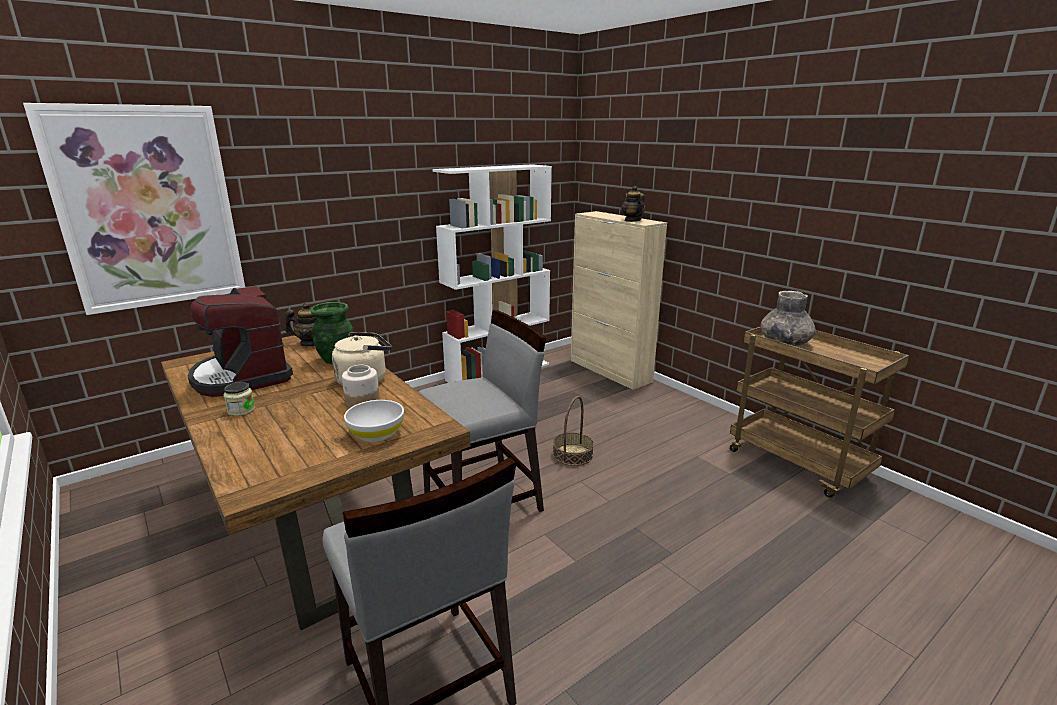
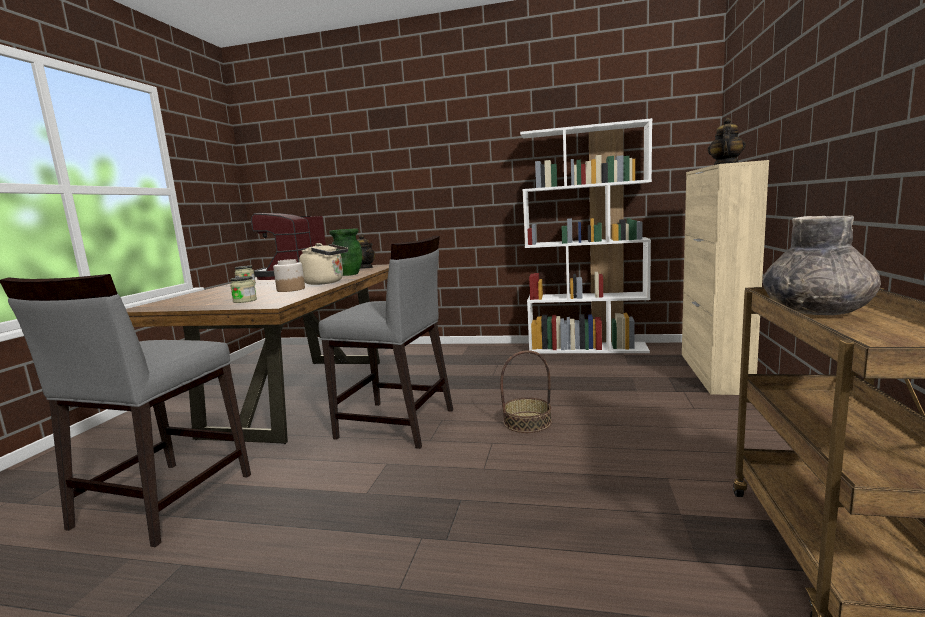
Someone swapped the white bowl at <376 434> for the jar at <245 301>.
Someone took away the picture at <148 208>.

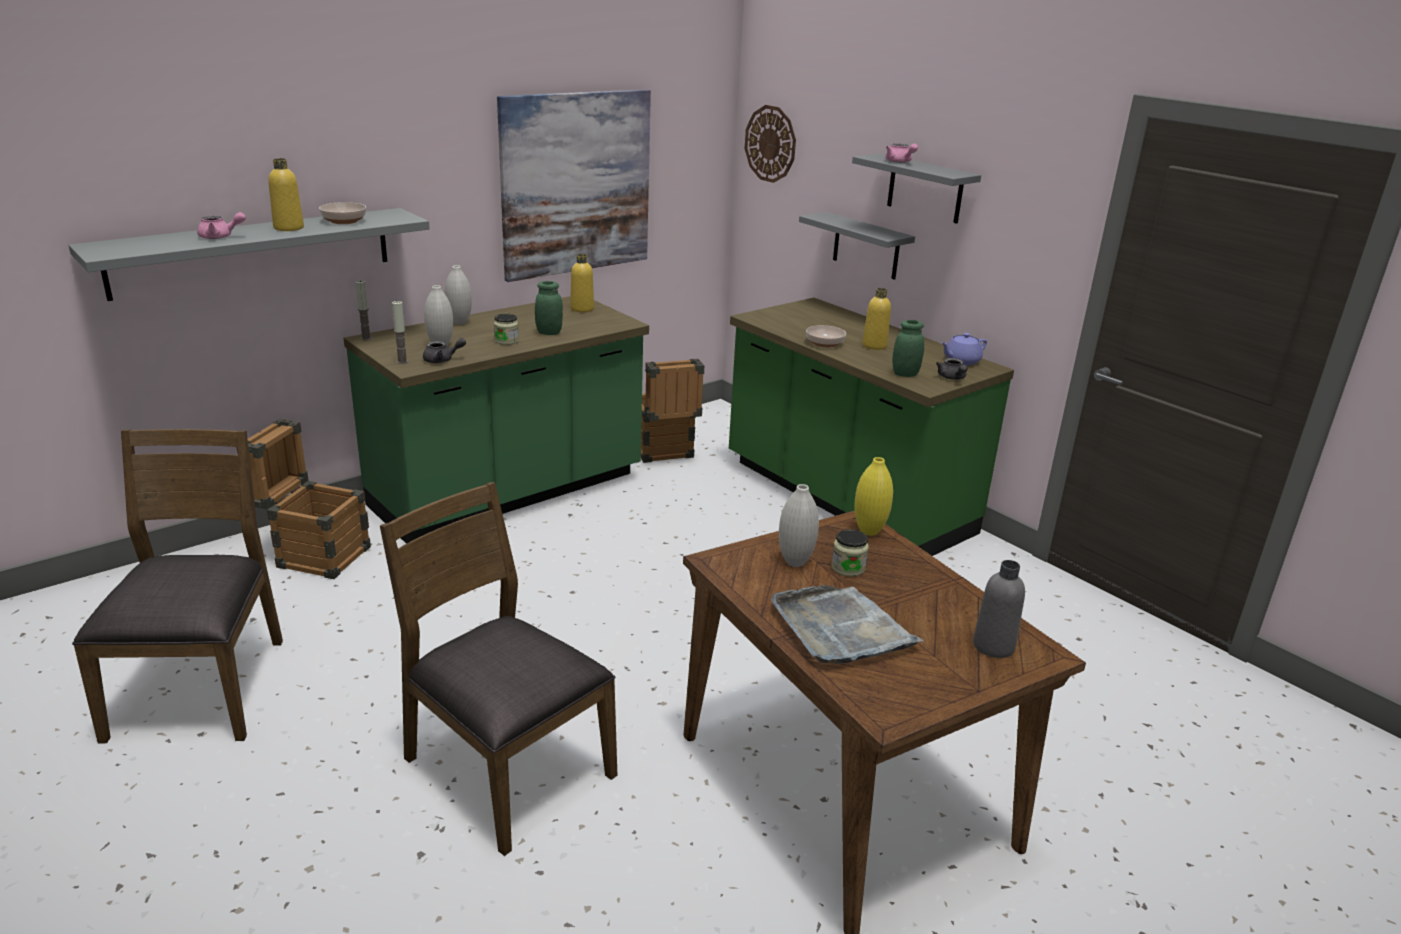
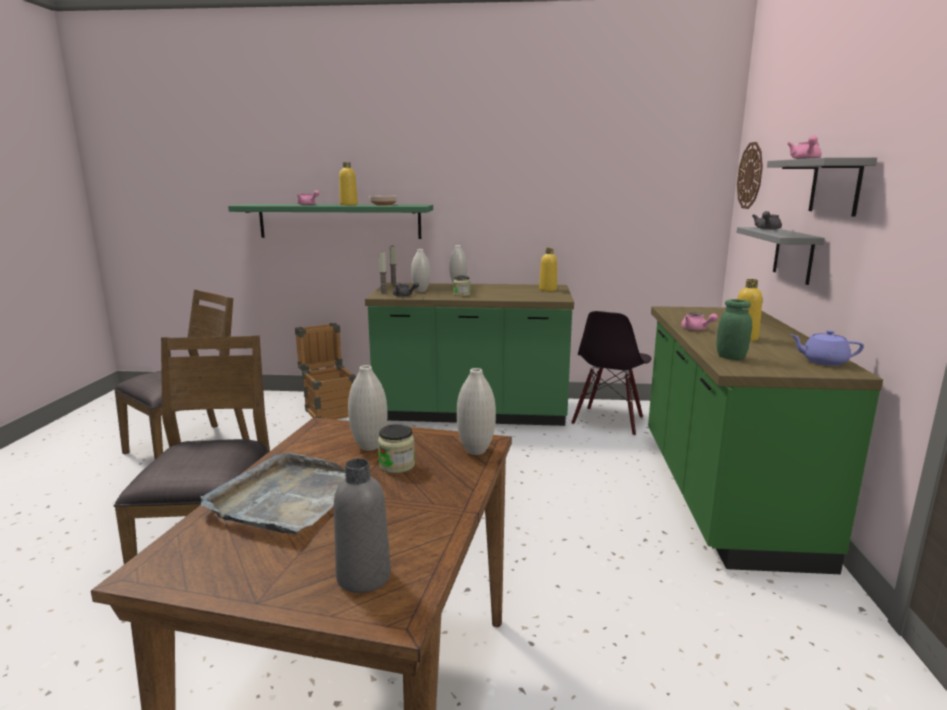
Someone repainted the grey shelf at <253 252>, which became the green shelf at <339 221>.
Someone repainted the yellow vase at <869 531>, which became the white vase at <476 451>.
Someone swapped the crate at <663 453> for the black chair at <608 421>.
Someone swapped the bowl at <825 343> for the pink teapot at <696 329>.
Someone carried the grey teapot from <952 378> to <766 229>.
Someone took away the picture at <576 183>.
Someone took away the green jar at <549 333>.

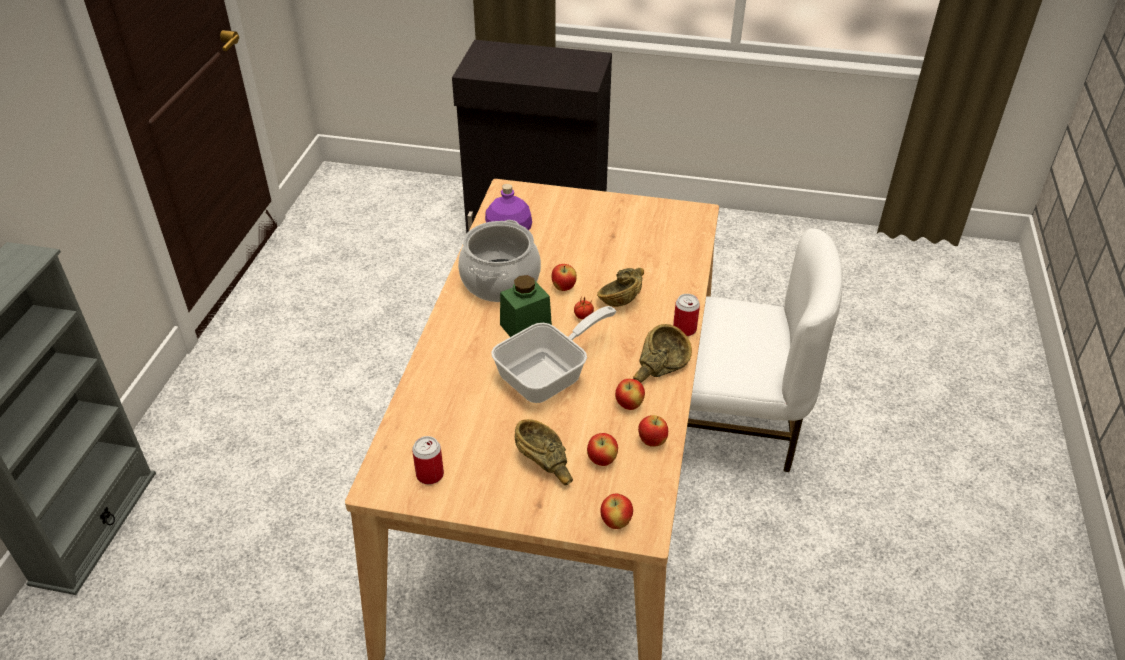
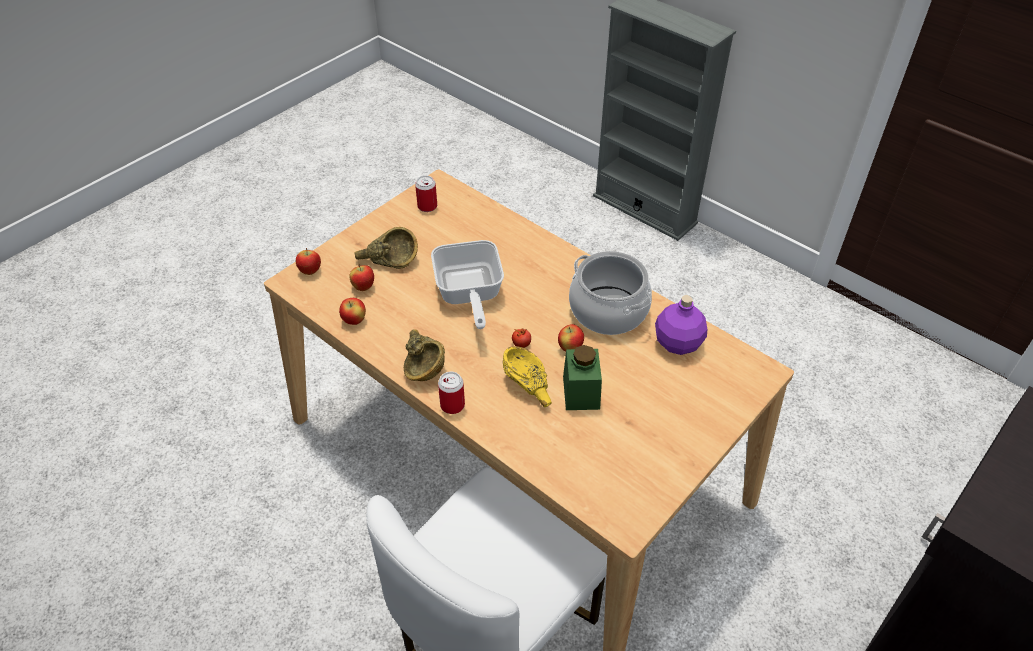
Someone repainted the brown bowl at <623 294>, which became the yellow bowl at <531 385>.
Someone carried the green jar from <525 326> to <581 392>.
Someone took away the apple at <629 405>.

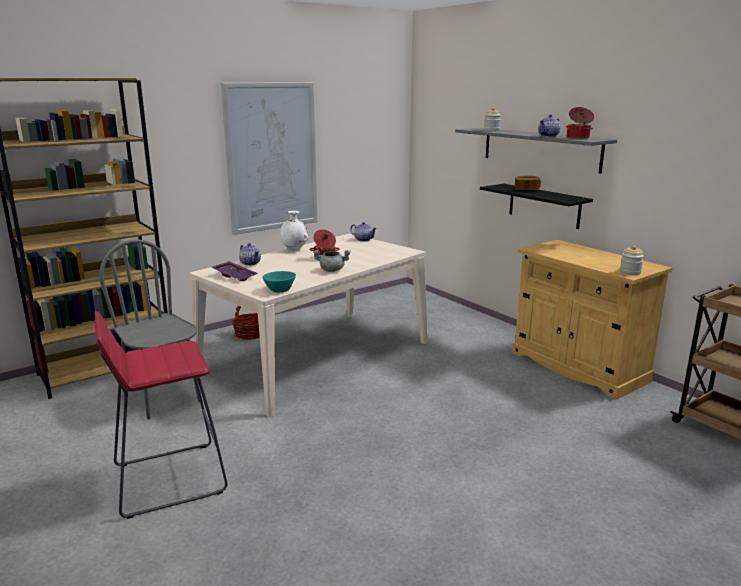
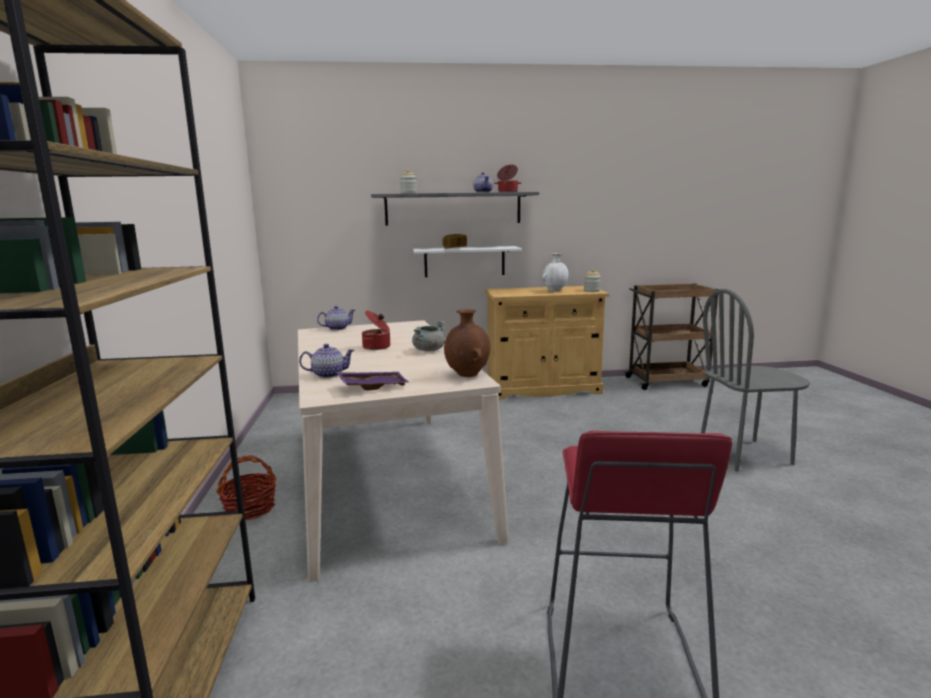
Someone repainted the black shelf at <544 206>, which became the white shelf at <464 261>.
Someone swapped the turquoise bowl at <279 290> for the brown vase at <467 375>.
Someone carried the white vase from <294 250> to <554 291>.
Someone carried the grey chair from <163 398> to <745 454>.
Someone took away the picture at <271 157>.

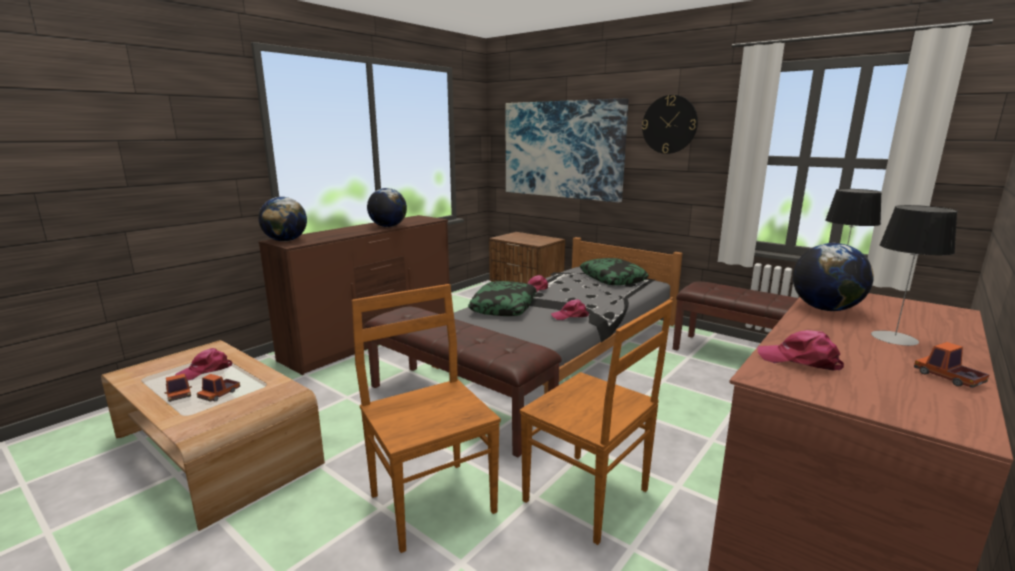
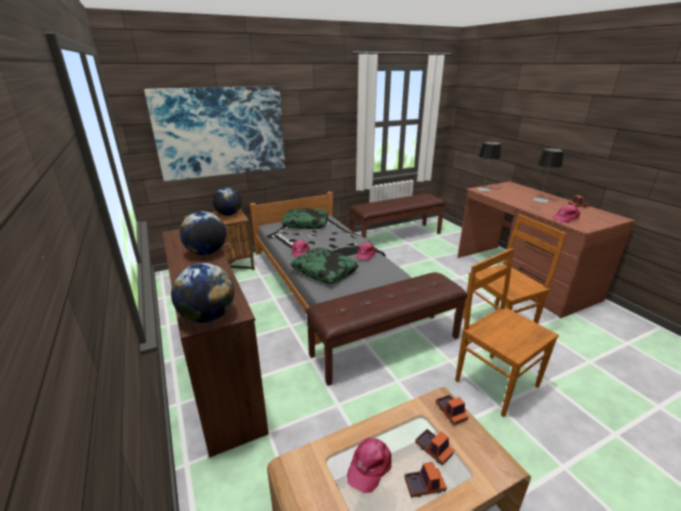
Someone carried the globe from <825 309> to <229 214>.
Someone rotated the pink cap at <206 370> by 45 degrees clockwise.
Someone put down the toy truck at <451 412>.
Someone rotated the brown chair at <431 501> by 60 degrees clockwise.
Someone took away the wall clock at <669 124>.

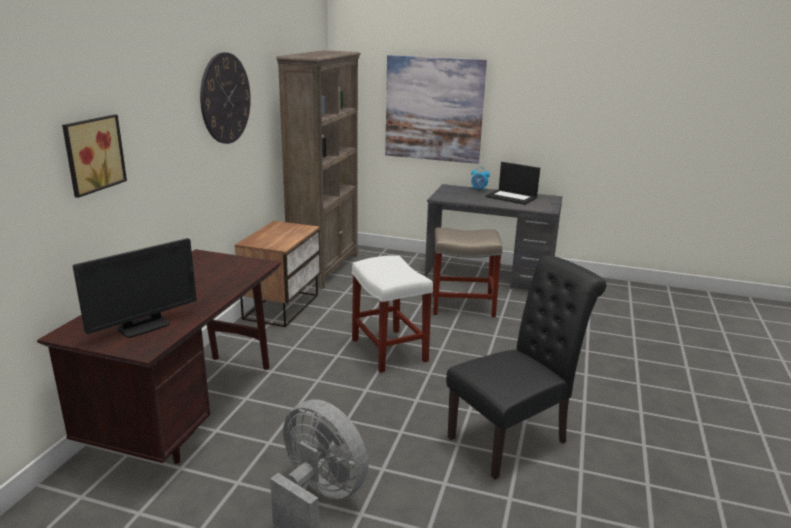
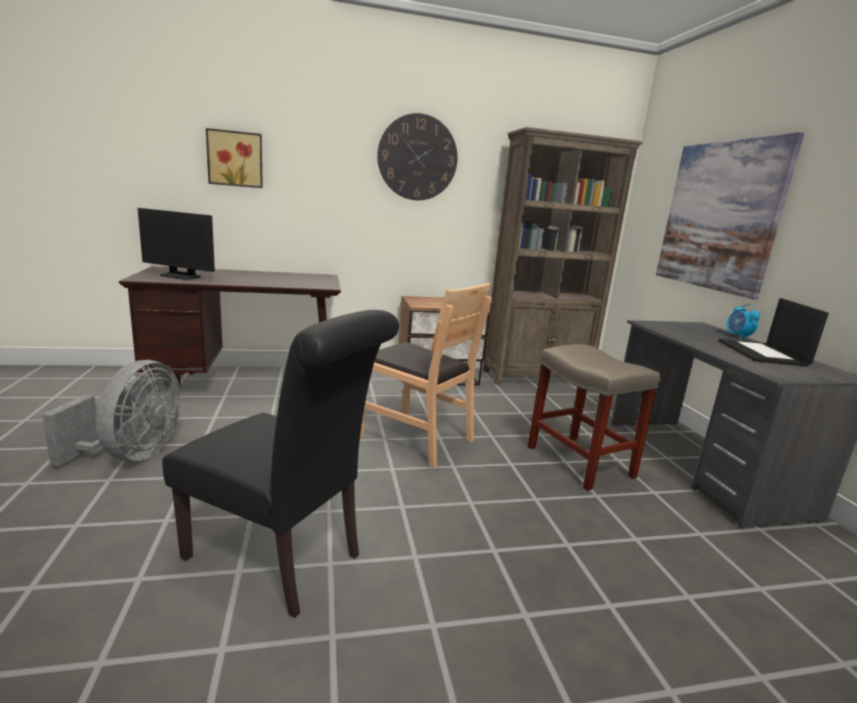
Someone swapped the white stool at <390 351> for the brown chair at <415 437>.

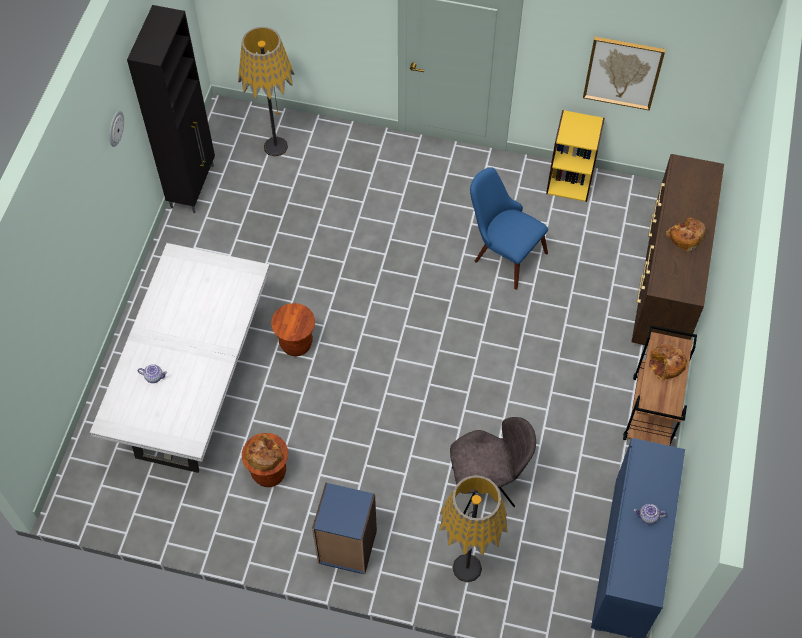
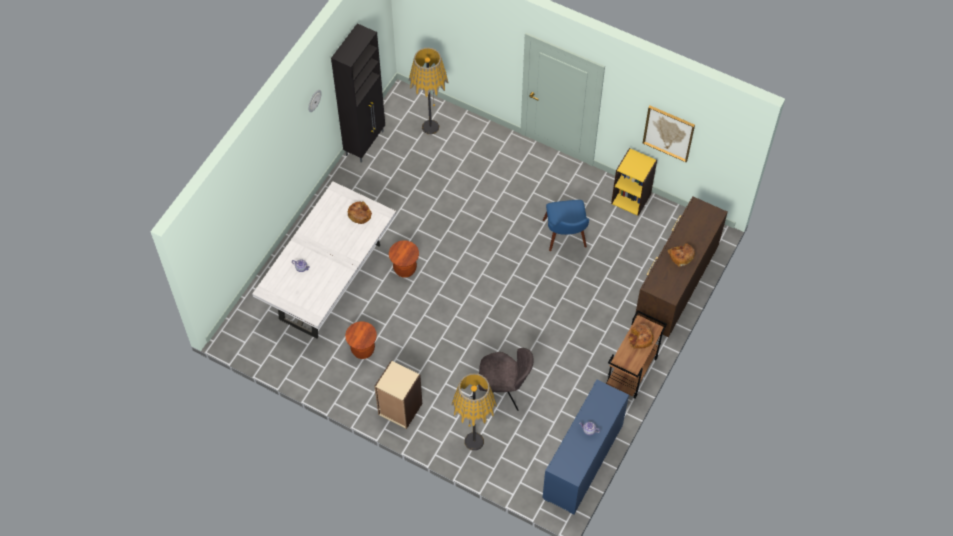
Someone carried the bread from <264 455> to <360 214>.
Someone repainted the blue bookcase at <347 547>, which became the beige bookcase at <400 409>.
Someone rotated the blue chair at <502 252> by 150 degrees counterclockwise.

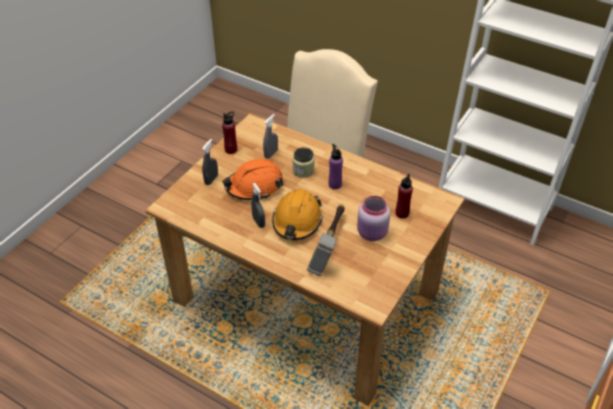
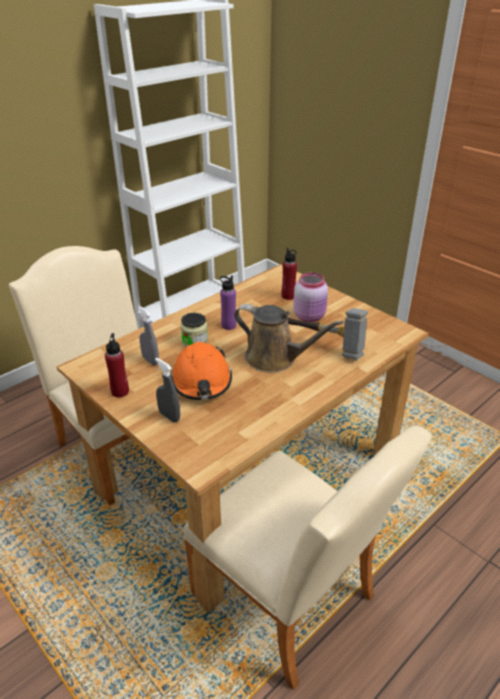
Someone put down the beige chair at <291 603>.
Someone swapped the orange hard hat at <297 221> for the brown watering can at <275 359>.
Someone took away the grey spray bottle at <258 222>.

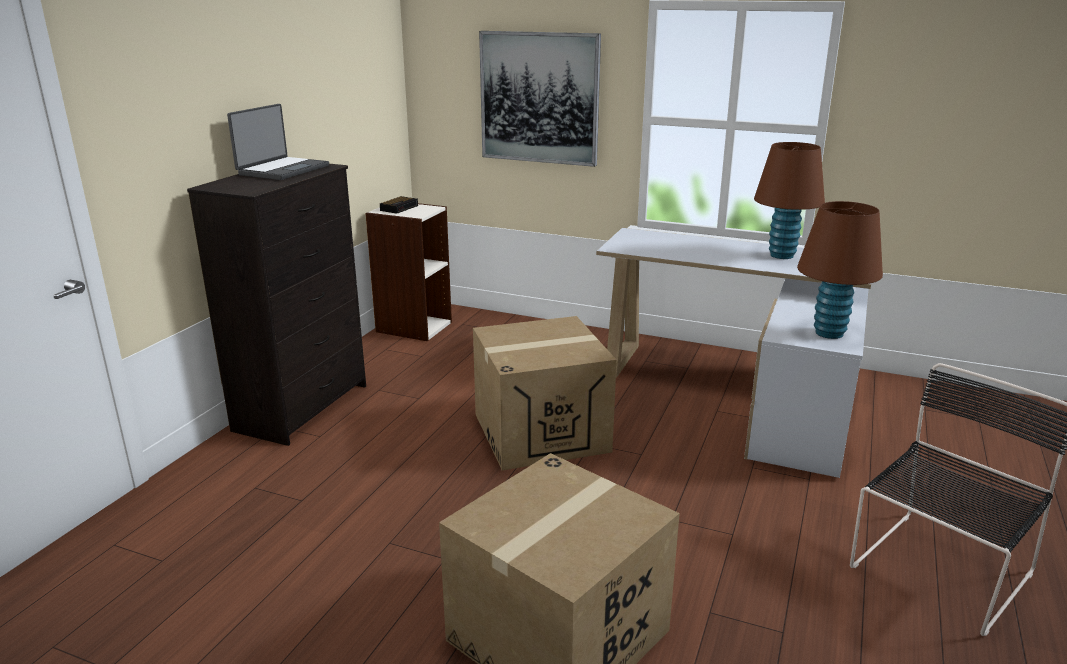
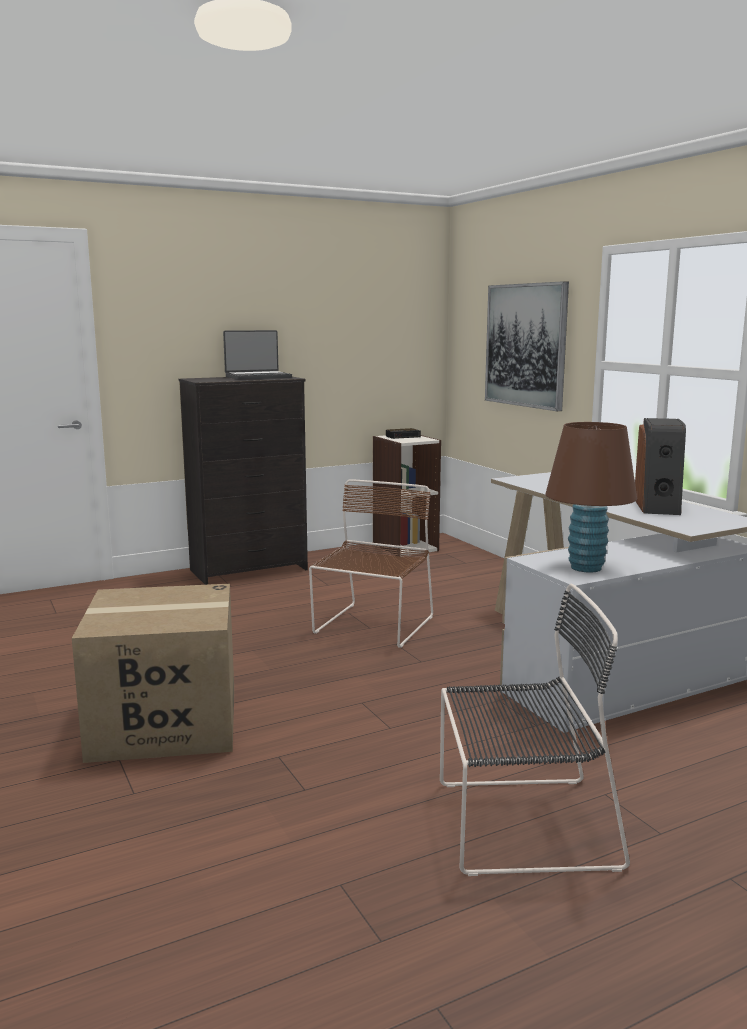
Someone swapped the cardboard box at <541 432> for the brown chair at <372 626>.
Someone swapped the brown table lamp at <781 255> for the speaker at <658 506>.

